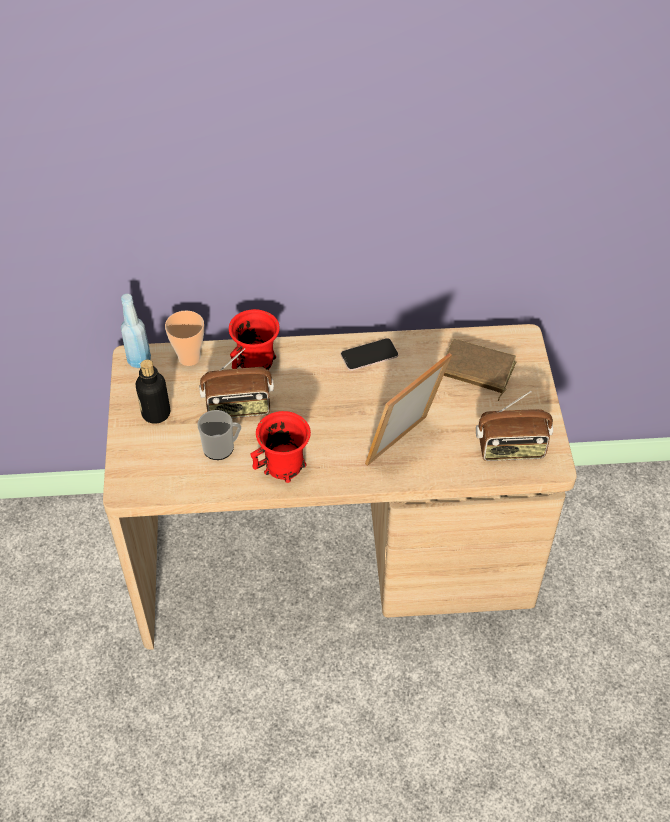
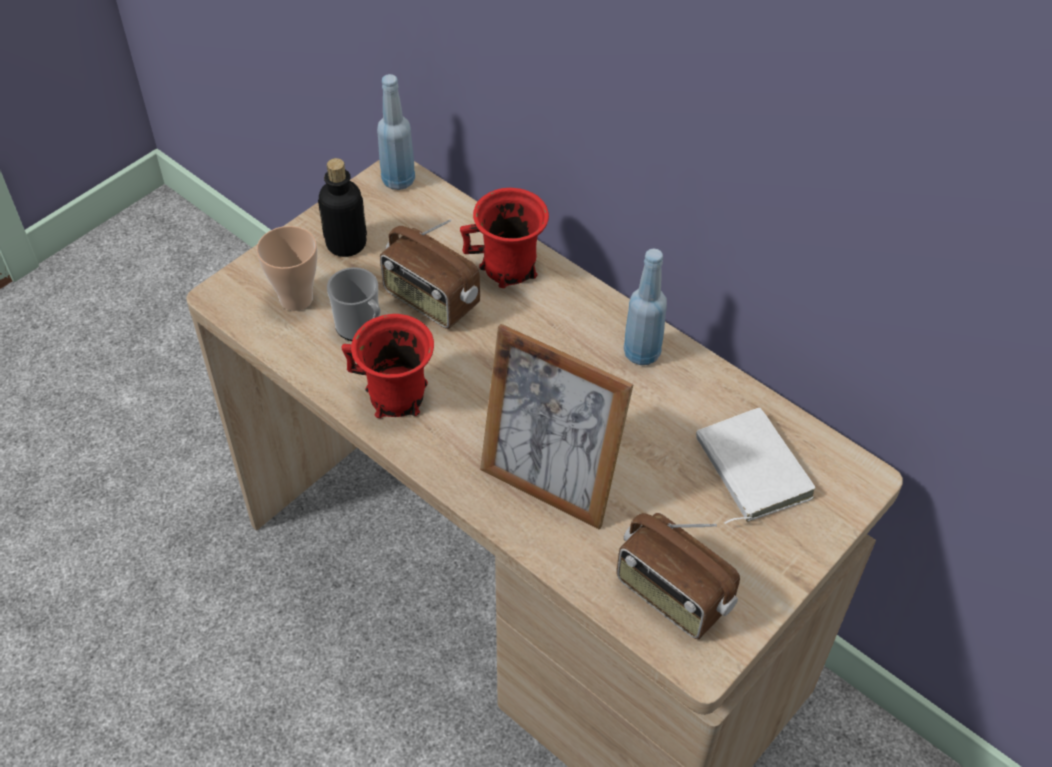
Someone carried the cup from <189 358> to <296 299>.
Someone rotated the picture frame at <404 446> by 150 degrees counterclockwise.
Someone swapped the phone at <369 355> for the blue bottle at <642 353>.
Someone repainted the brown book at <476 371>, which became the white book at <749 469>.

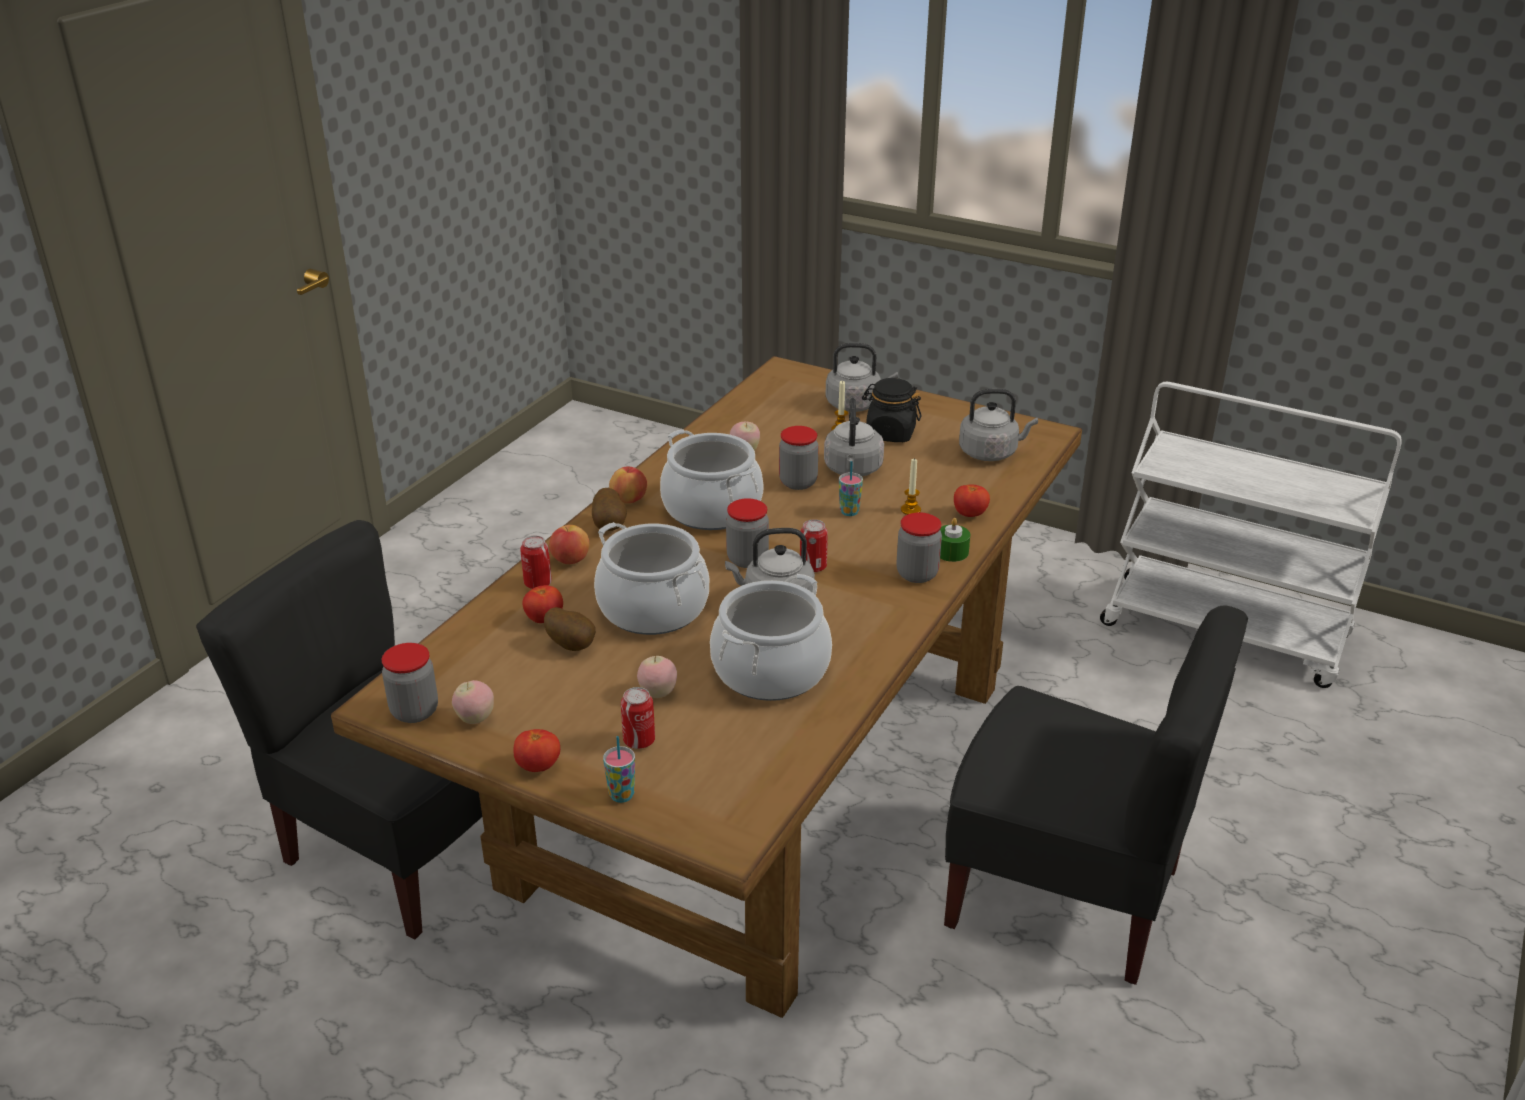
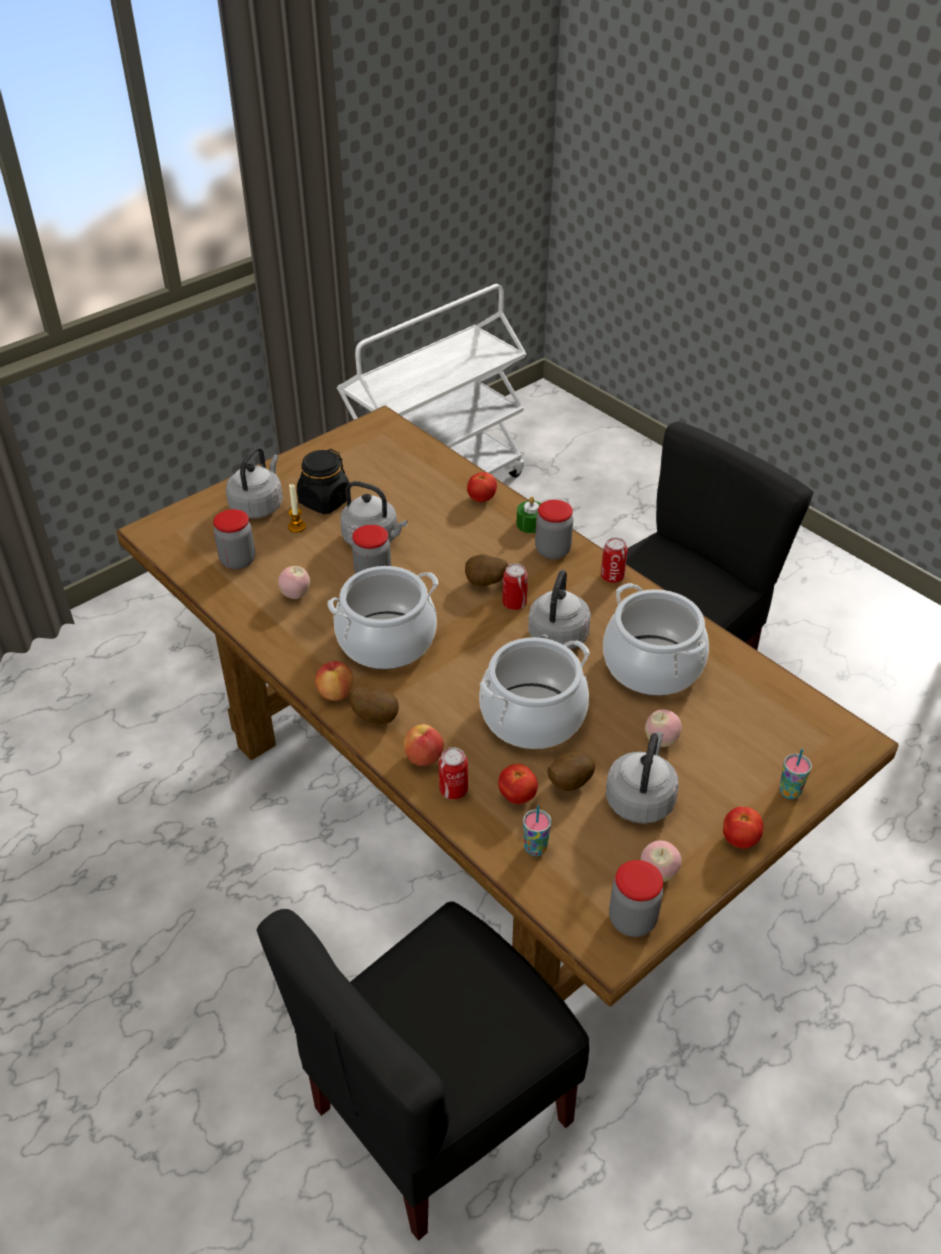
Someone carried the jar from <747 559> to <238 560>.
Someone put down the potato at <485 584>.
Someone carried the cup from <849 512> to <535 848>.
Someone carried the can from <639 740> to <612 577>.
Someone carried the grey kettle from <991 453> to <640 799>.
Someone took away the candle at <910 510>.

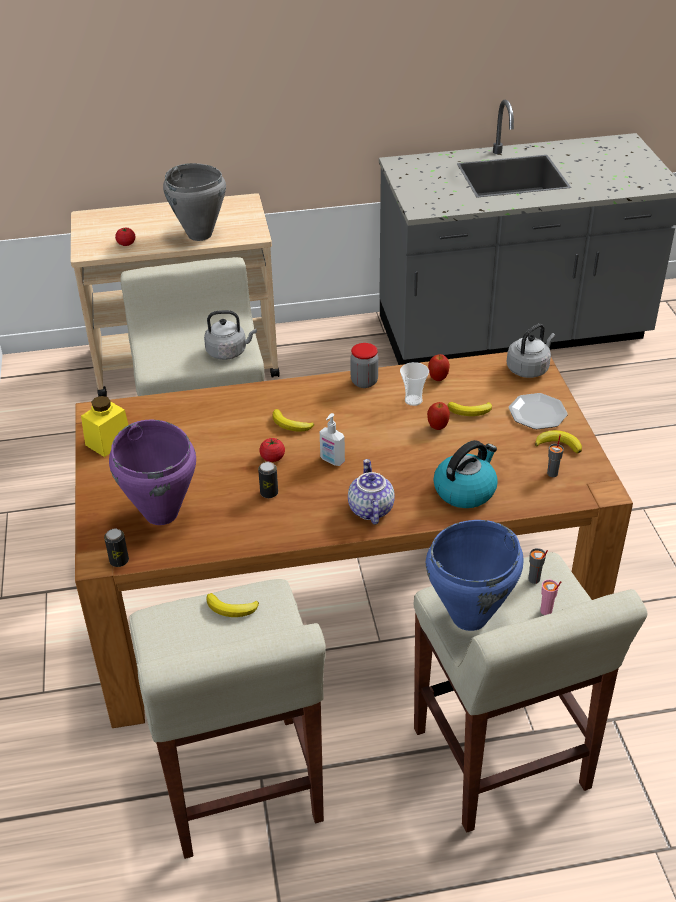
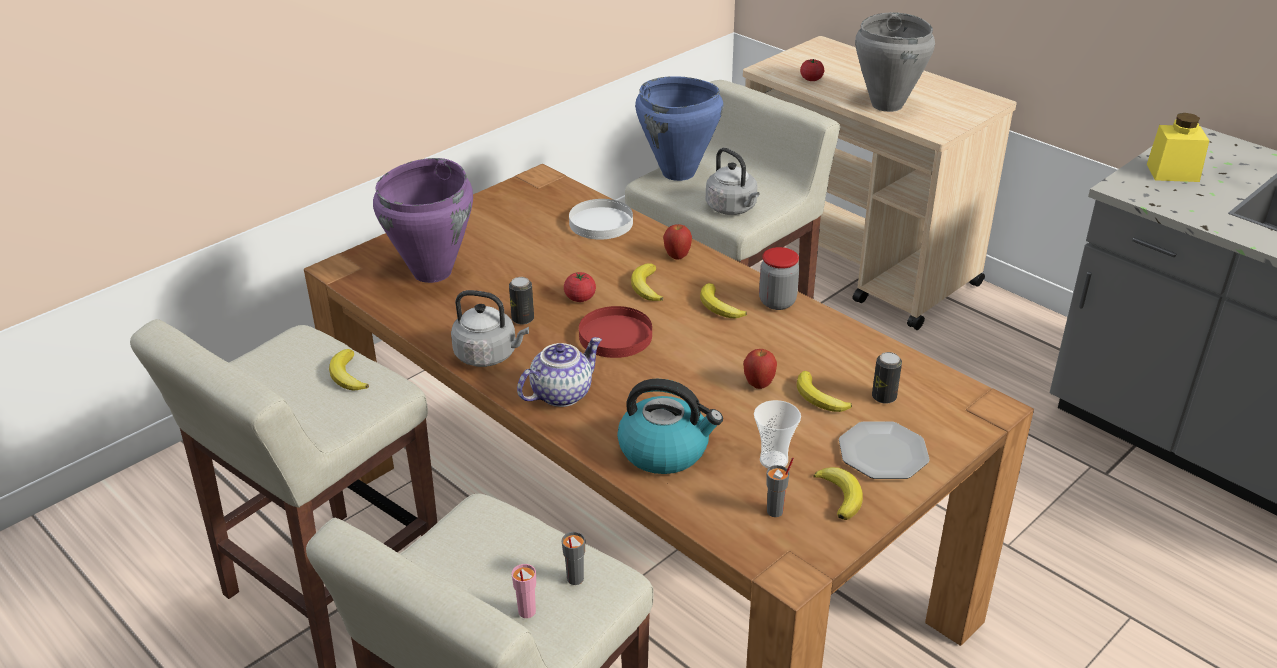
Someone carried the grey kettle from <529 368> to <489 355>.
Someone put down the white plate at <601 223>.
Someone swapped the soap dispenser at <332 461> for the red plate at <616 336>.
Someone carried the blue cooking pot from <470 617> to <678 173>.
Someone carried the apple from <438 378> to <677 256>.
Someone put down the banana at <719 306>.
Someone carried the cup from <413 400> to <773 460>.
Someone carried the can from <119 561> to <884 397>.
Someone carried the yellow jar from <108 442> to <1172 173>.

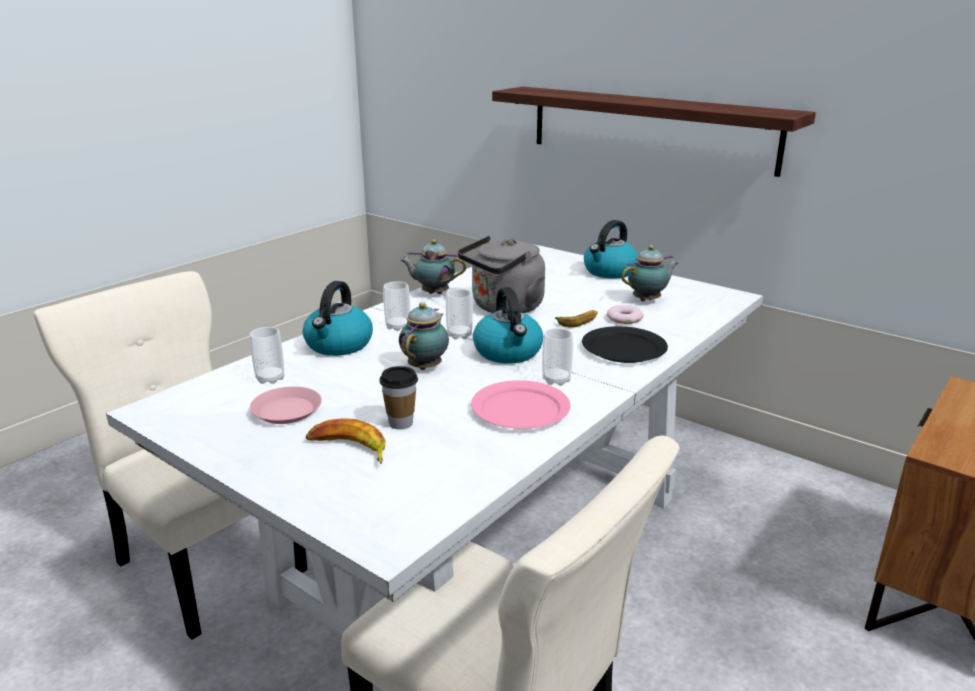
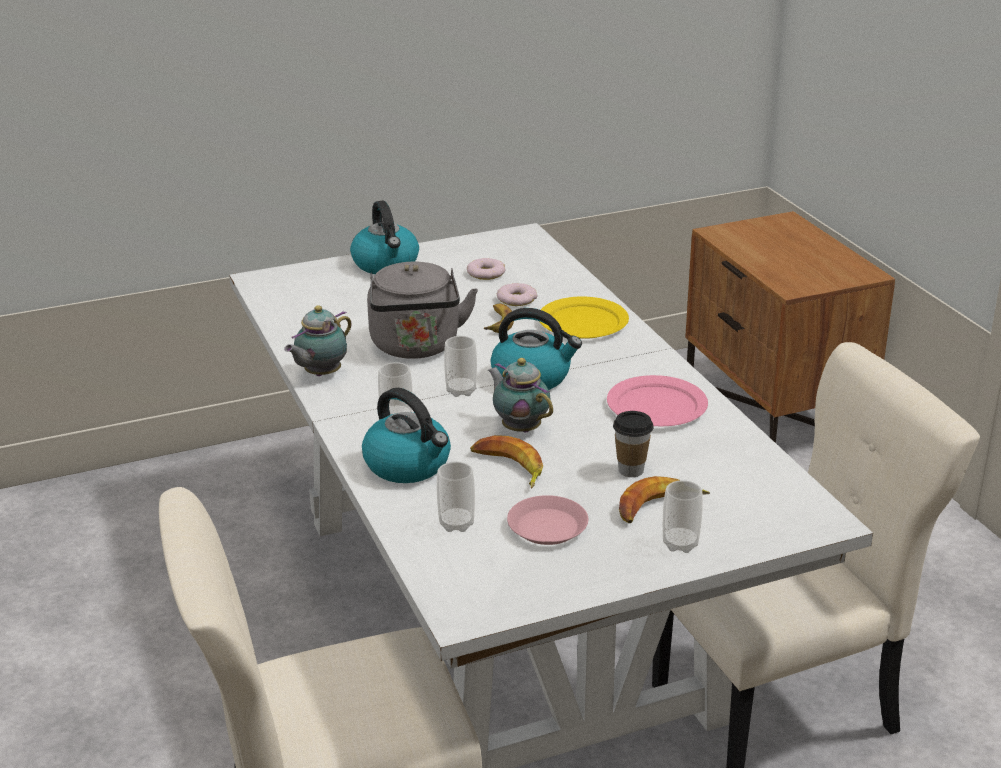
Someone swapped the teapot at <648 300> for the donut at <486 273>.
Someone put down the banana at <508 467>.
Someone repainted the black plate at <623 348>, which became the yellow plate at <583 322>.
Someone carried the cup from <556 380> to <680 544>.
Someone took away the shelf at <649 128>.

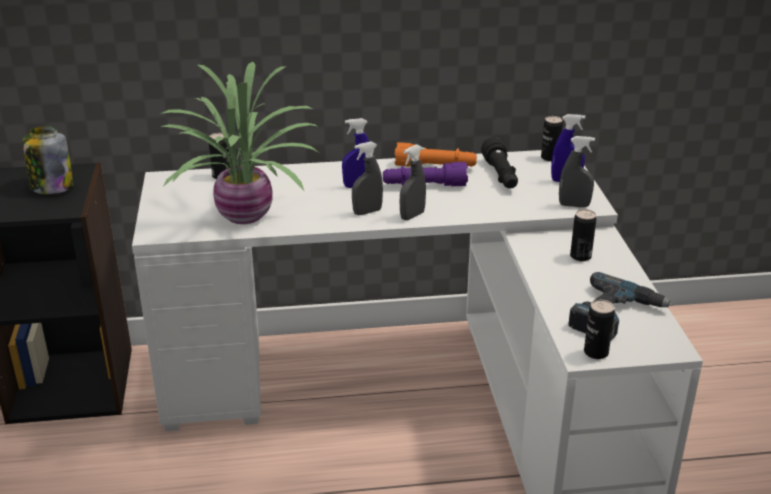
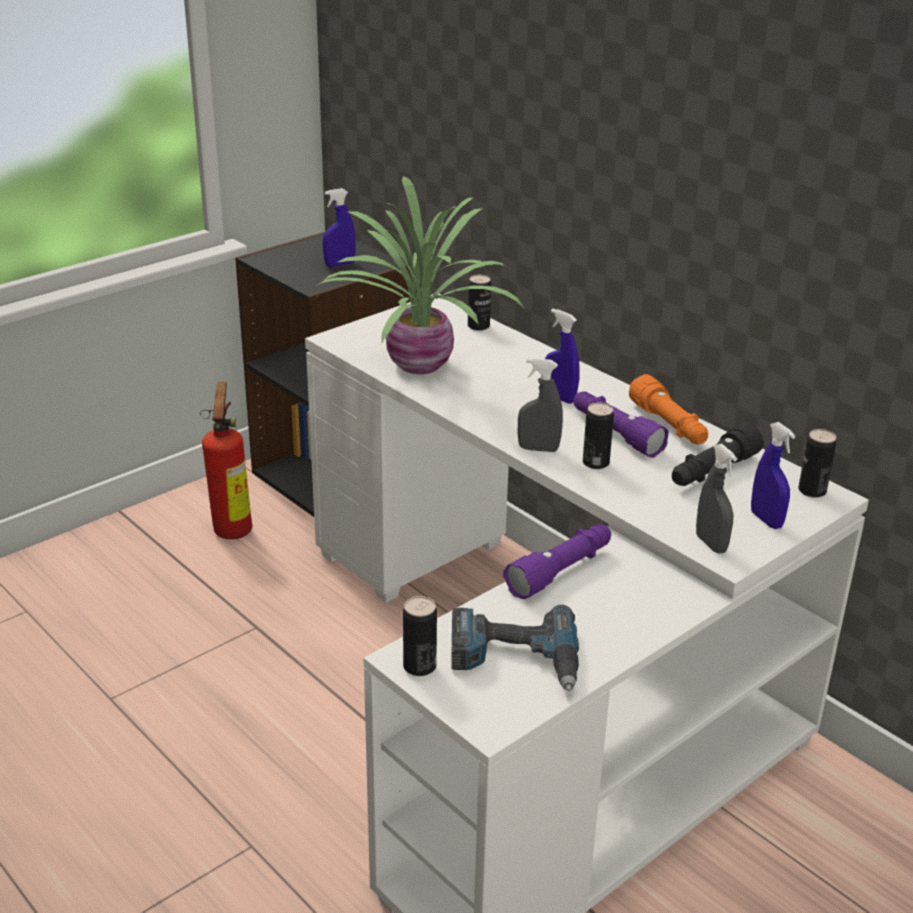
Someone put down the fire extinguisher at <234 527>.
Someone swapped the jar at <51 187> for the blue spray bottle at <339 264>.
Someone put down the purple flashlight at <561 571>.
Someone carried the can from <580 256> to <595 463>.
Someone took away the grey spray bottle at <367 212>.

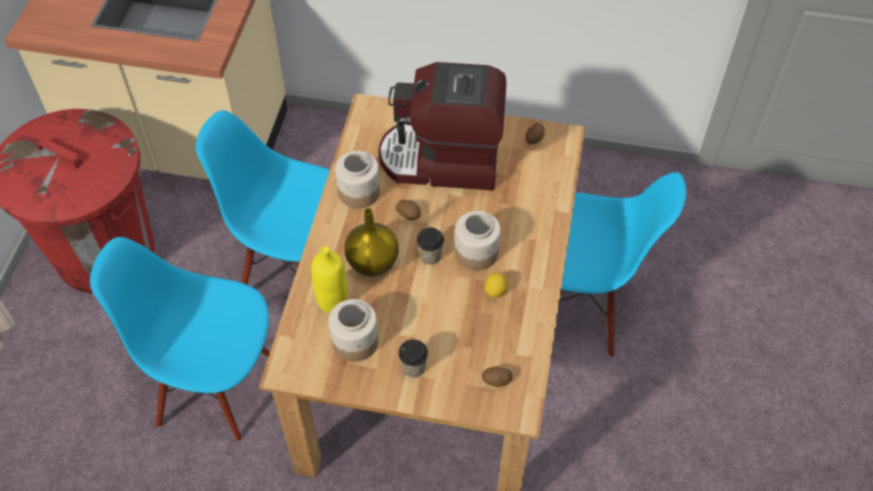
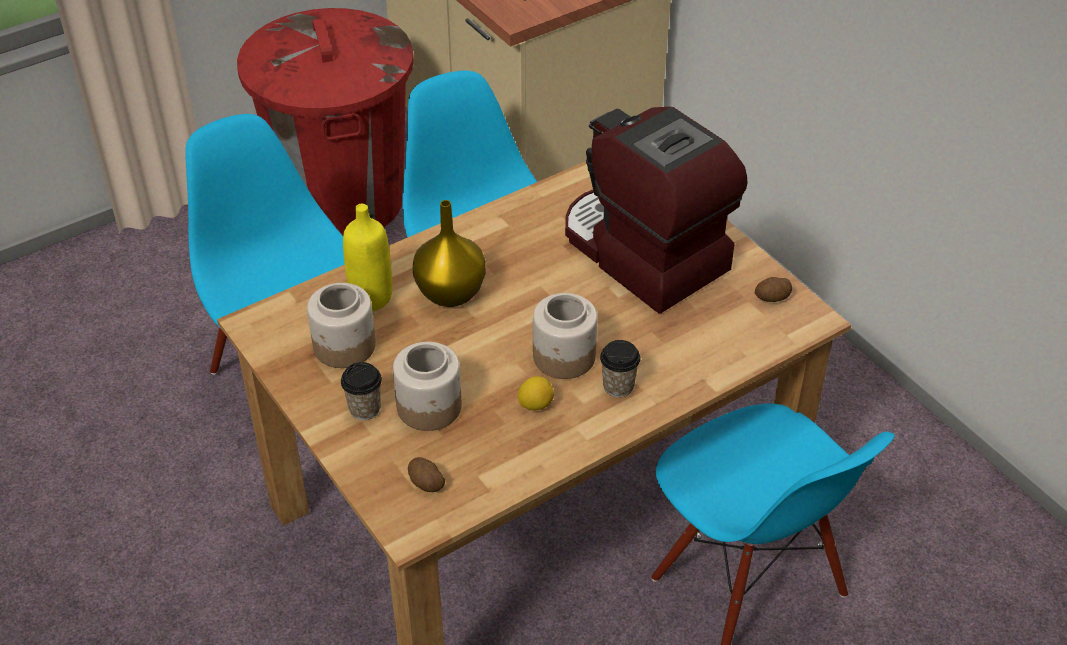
Someone carried the jar from <359 192> to <430 407>.
Someone carried the cup from <430 256> to <618 386>.
Someone took away the potato at <409 214>.

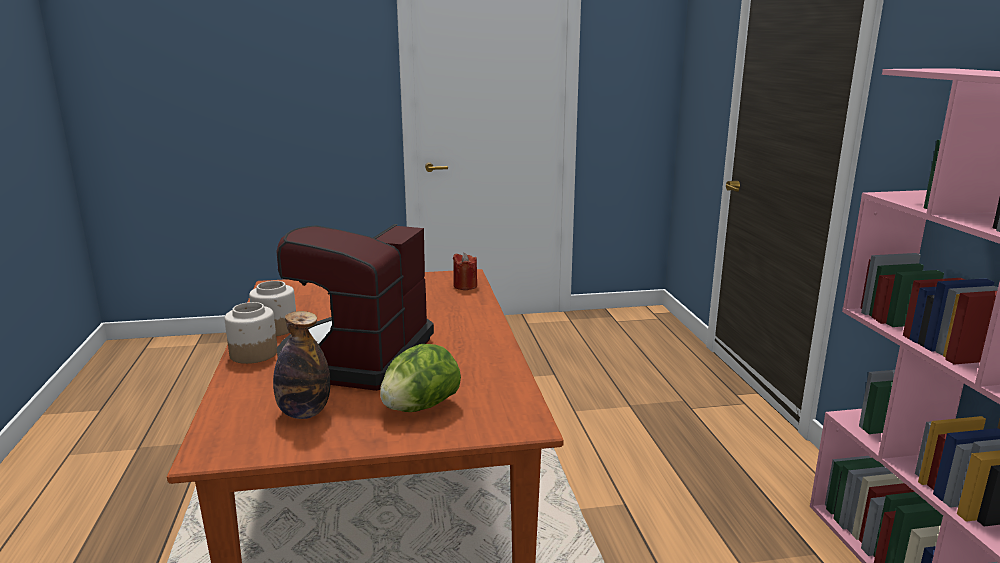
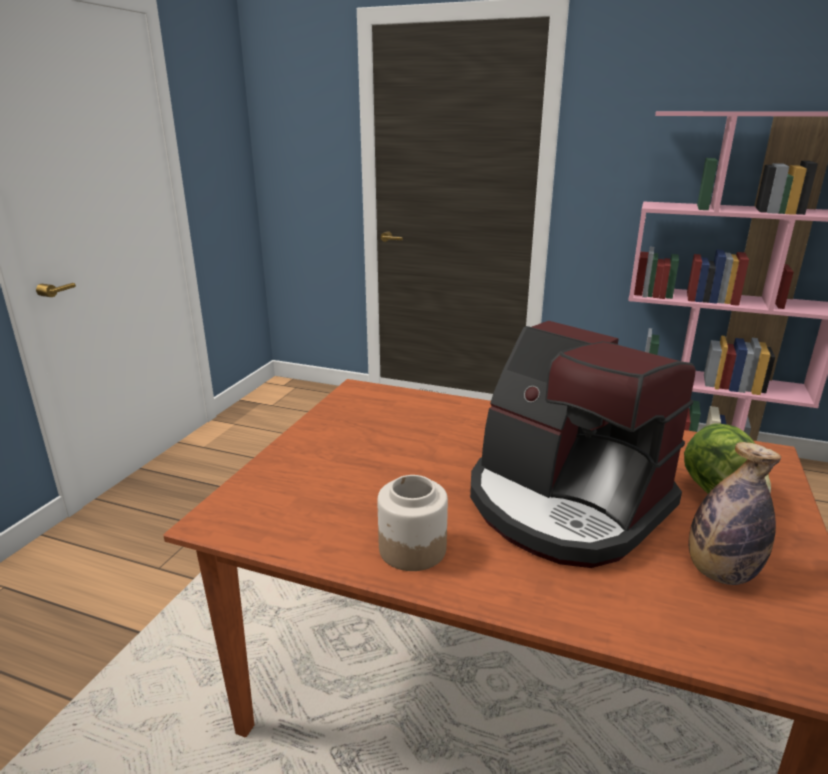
Someone took away the jar at <253 354>.
Someone took away the red candle at <465 286>.

